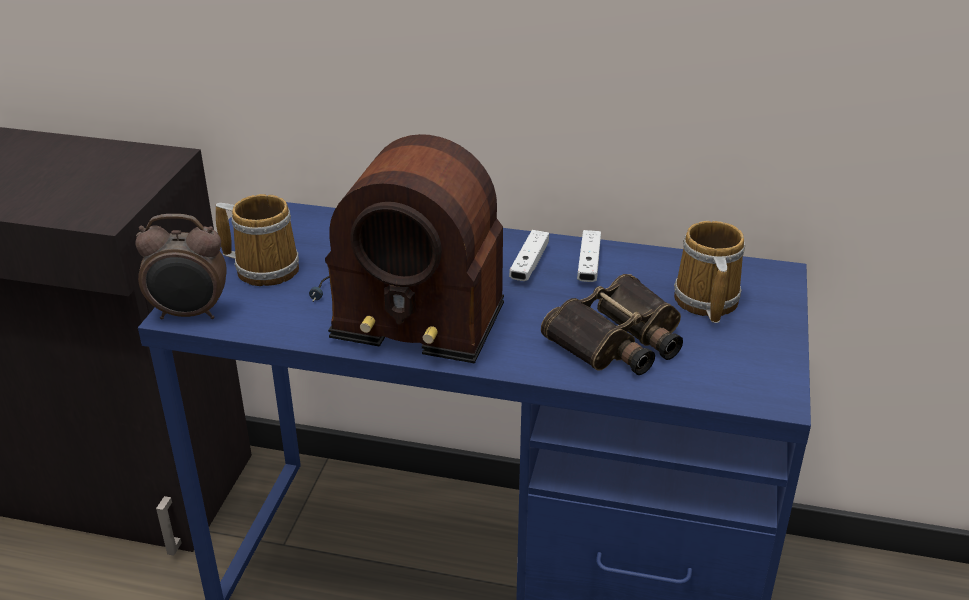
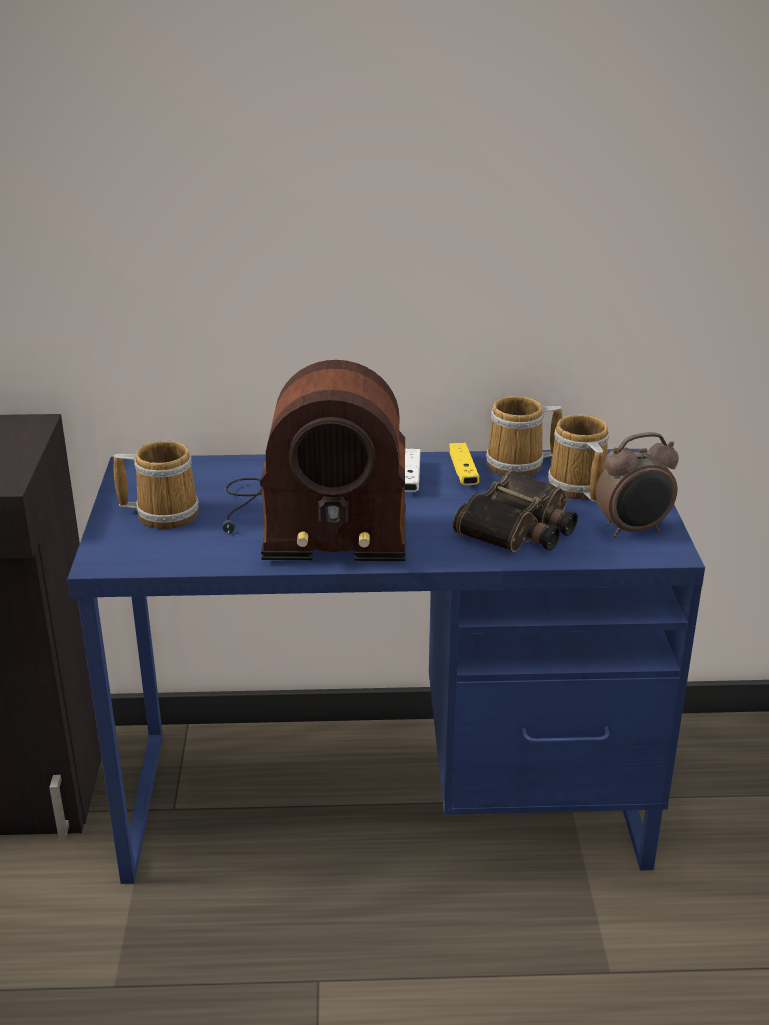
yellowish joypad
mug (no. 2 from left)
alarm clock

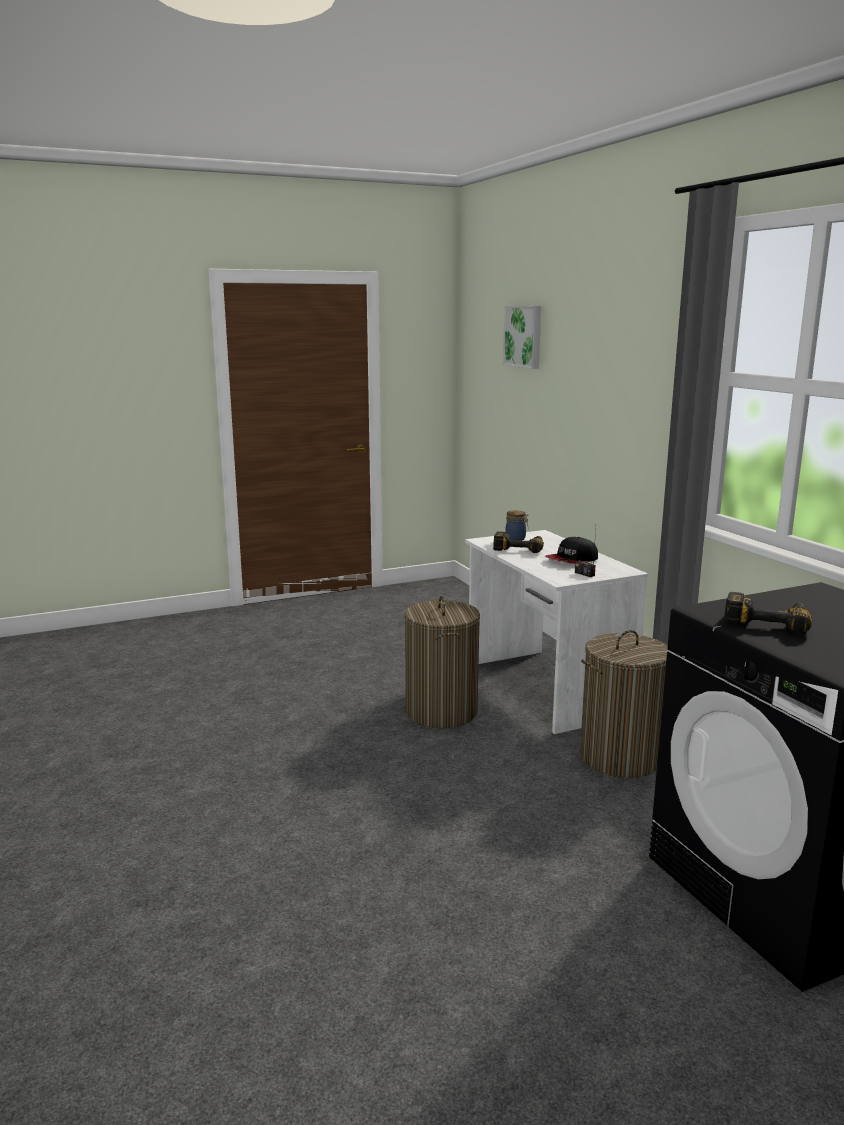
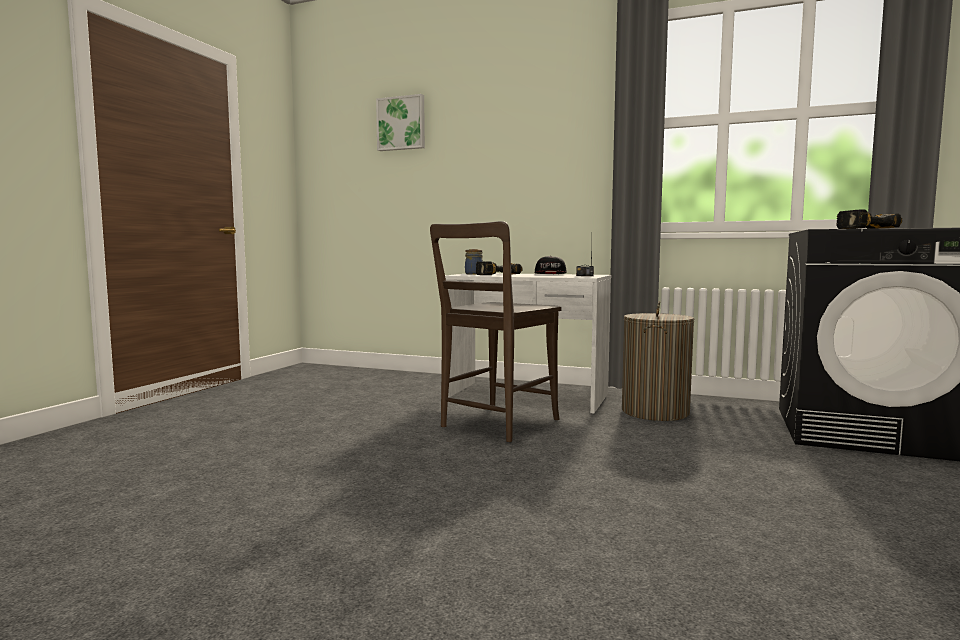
brown chair

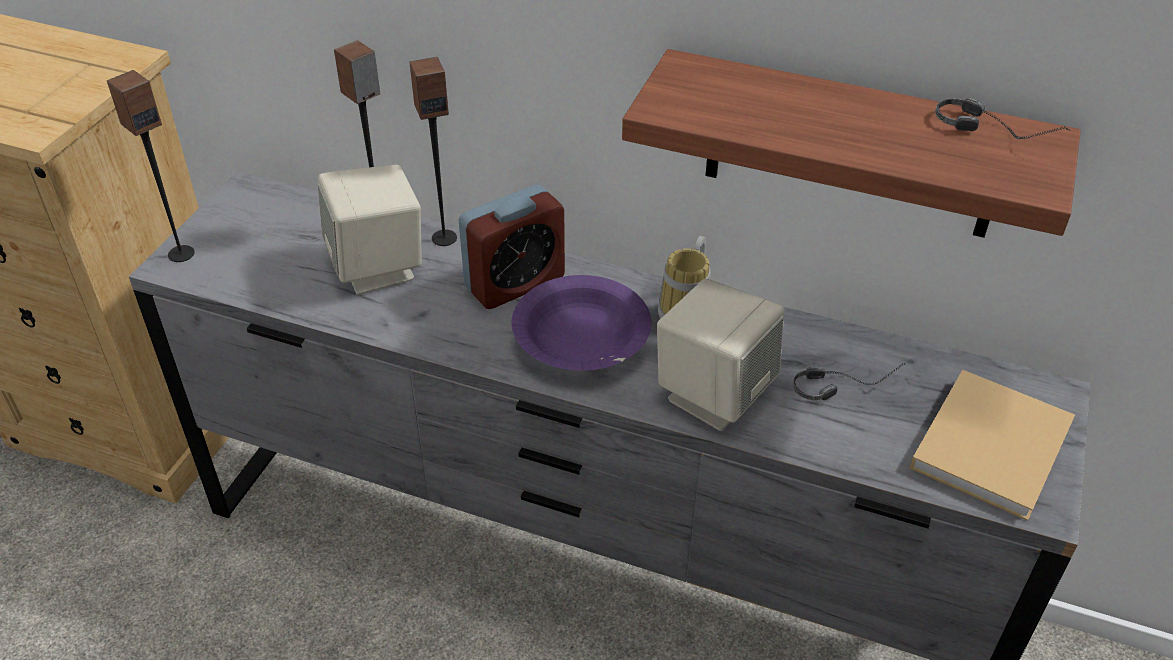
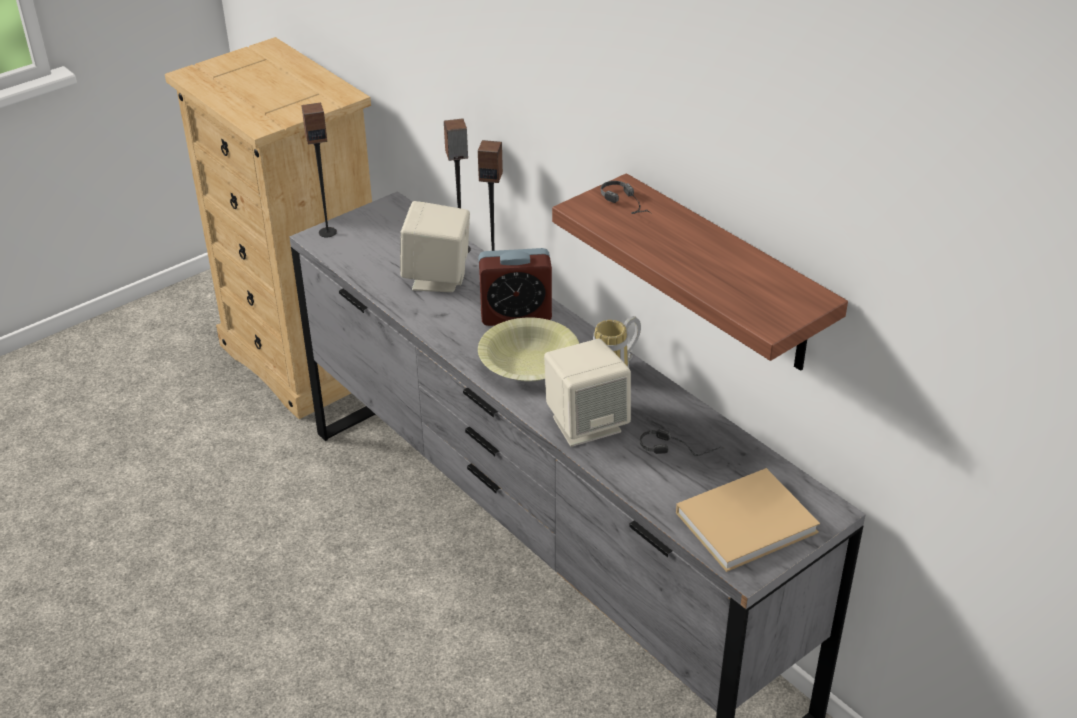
yellowish serving bowl
headset (no. 1 from left)

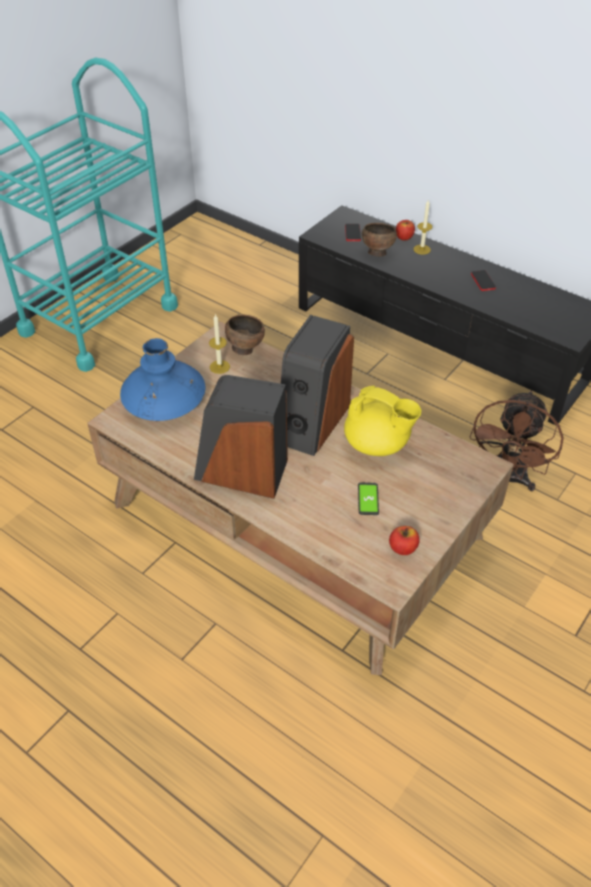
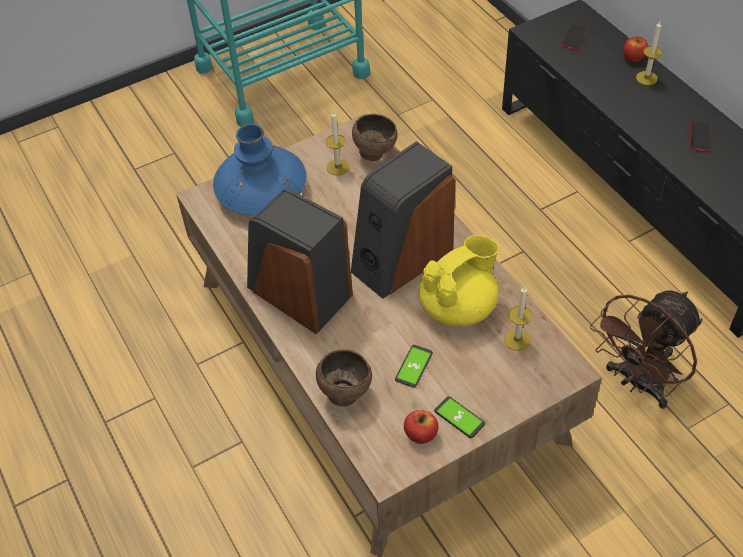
brown serving bowl (no. 1 from left)
yellowish teapot
phone (no. 2 from left)
wax light (no. 2 from left)

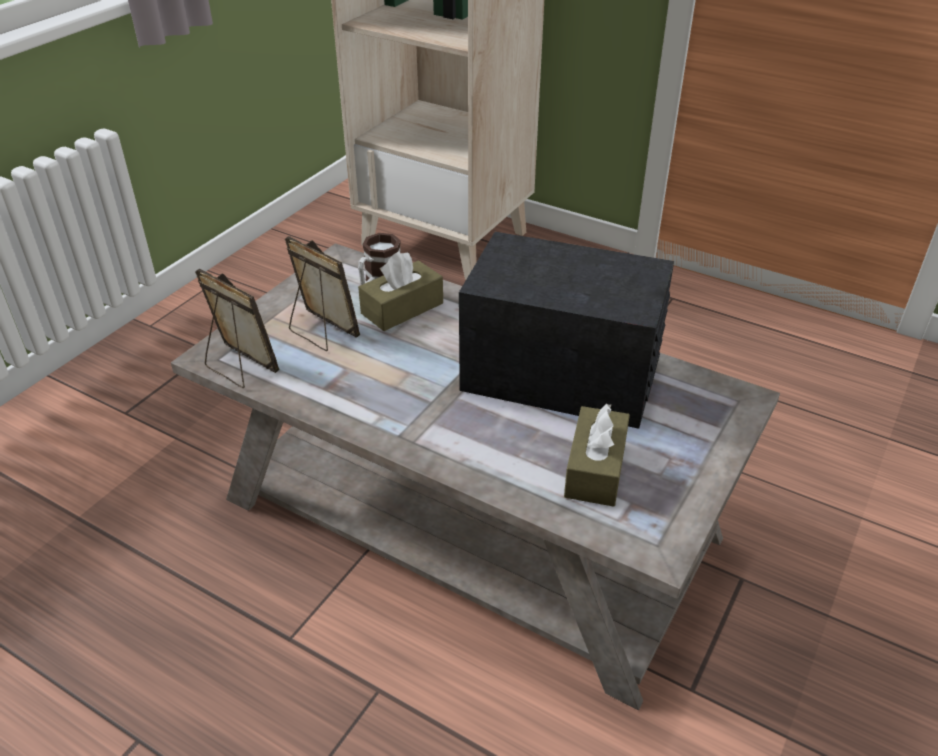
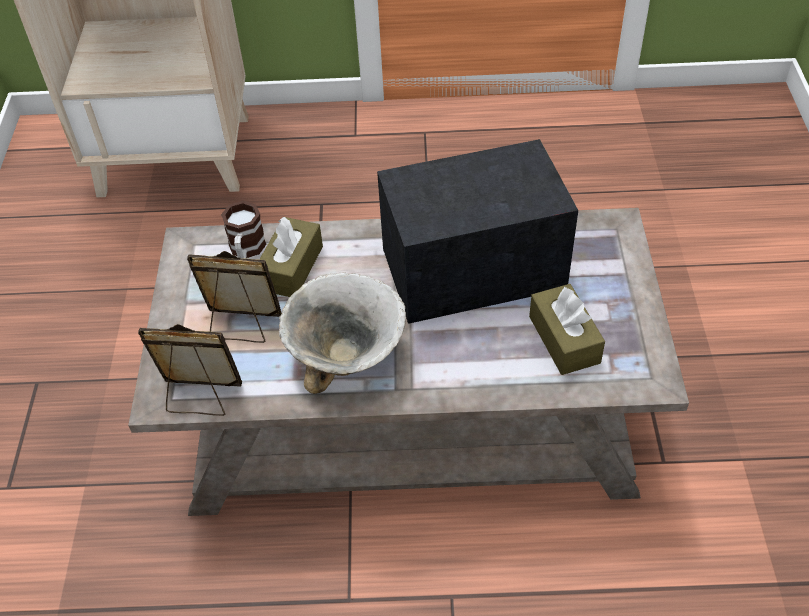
serving bowl

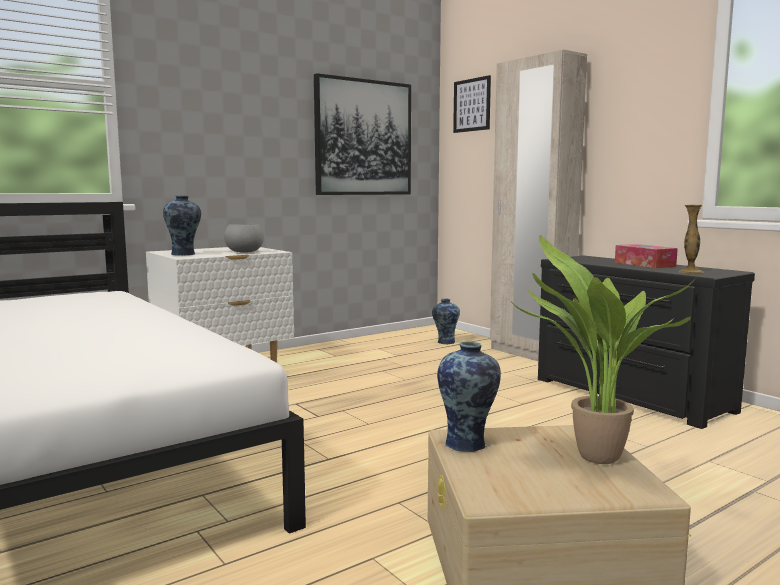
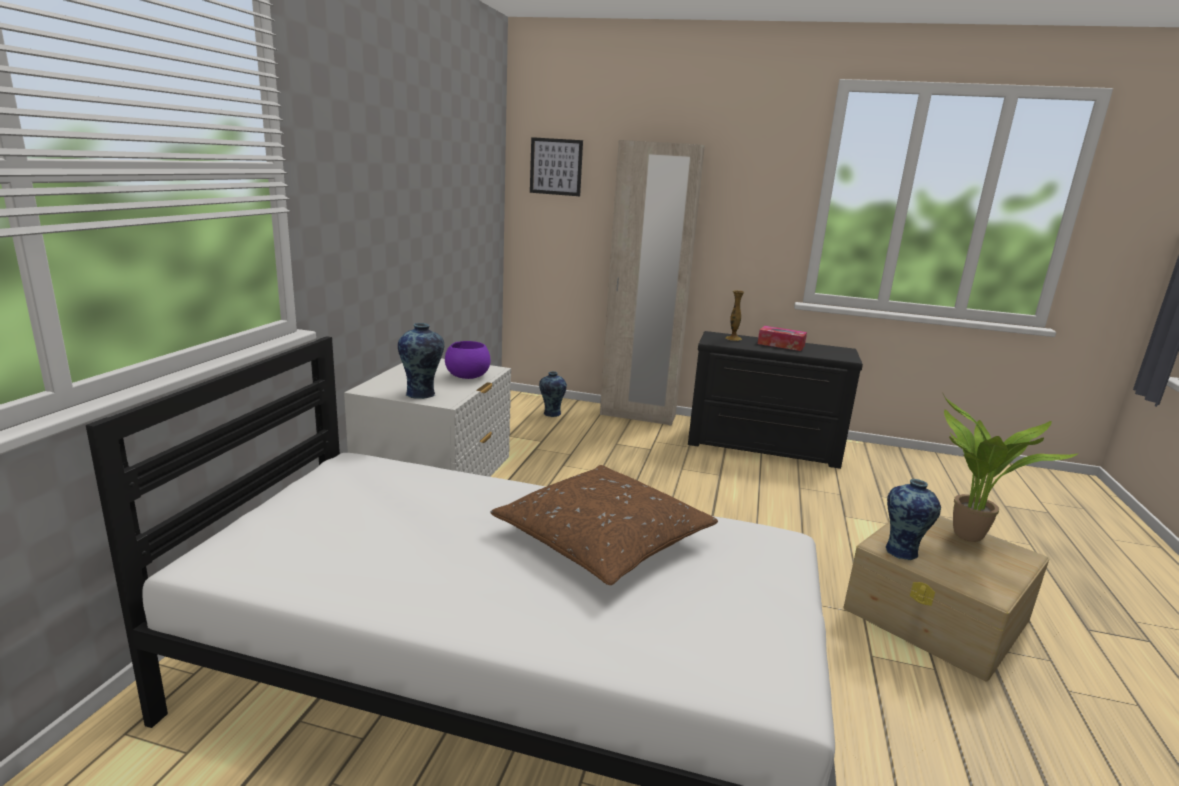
purple-coloured serving bowl
brown pillow
decorative vase (no. 3 from left)
picture (no. 1 from left in the first image)

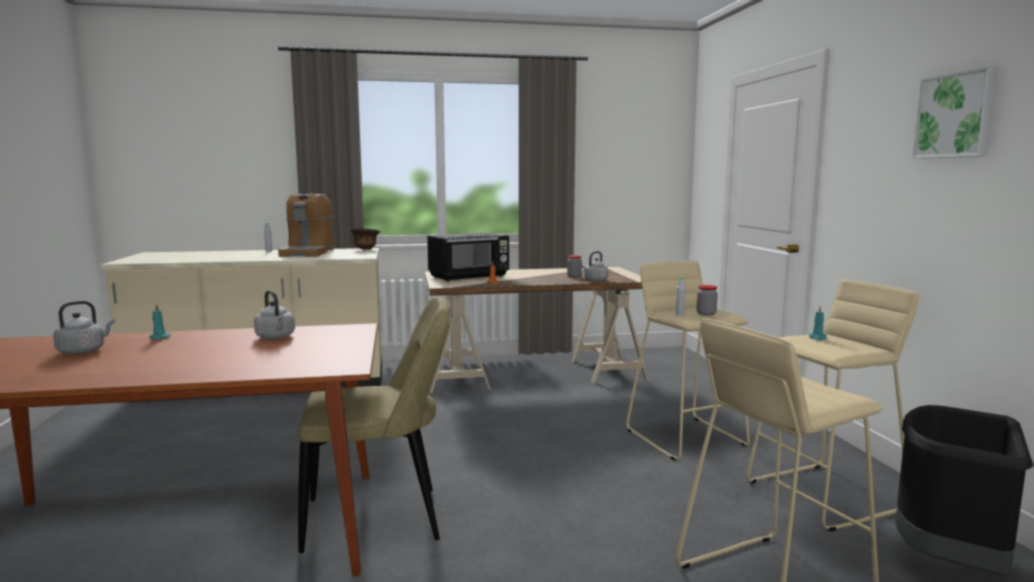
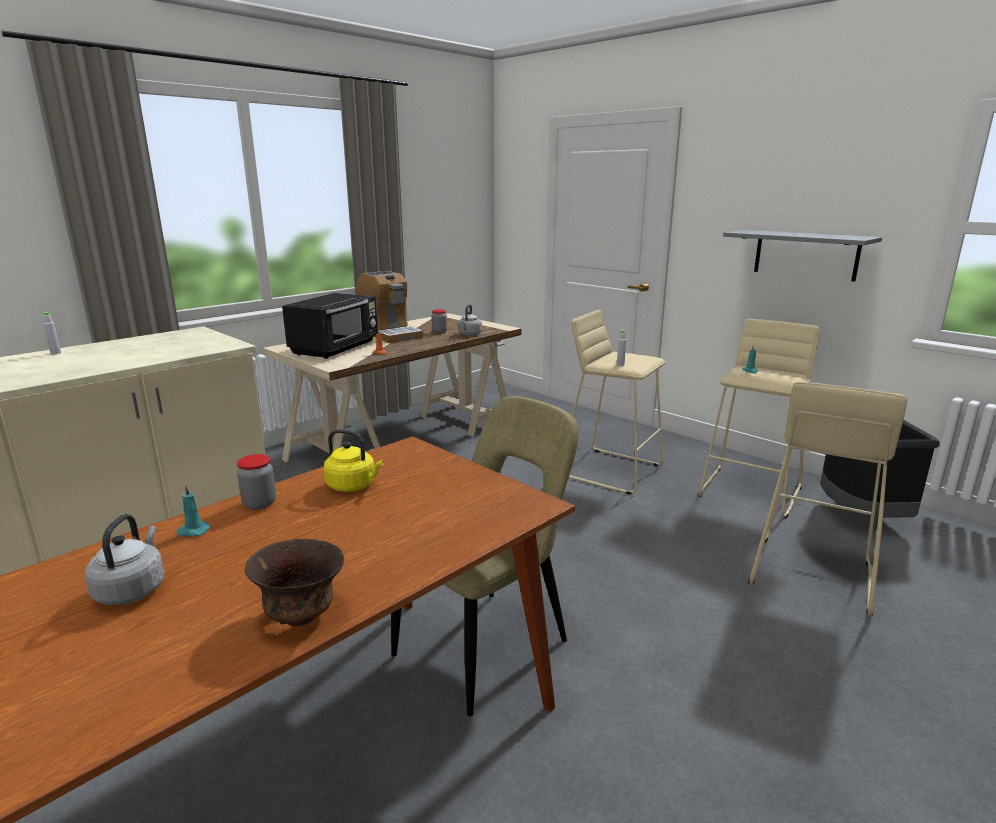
jar (no. 1 from left)
brown serving bowl
yellowish kettle
coffee brewer
greyish wall shelf
picture

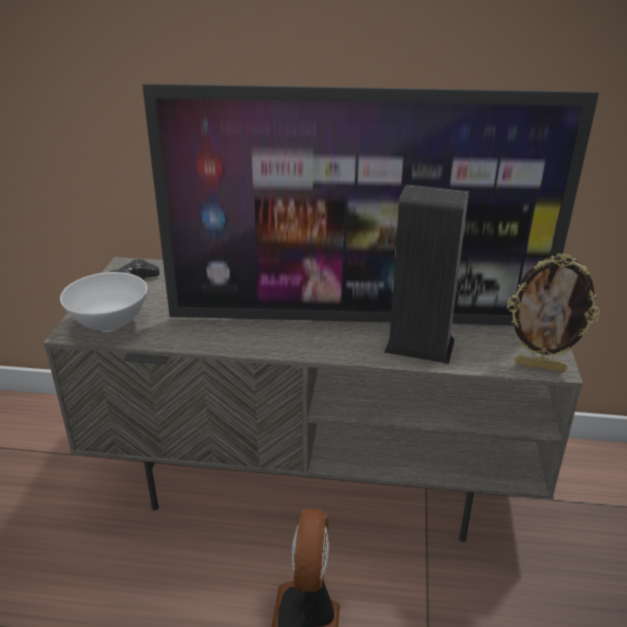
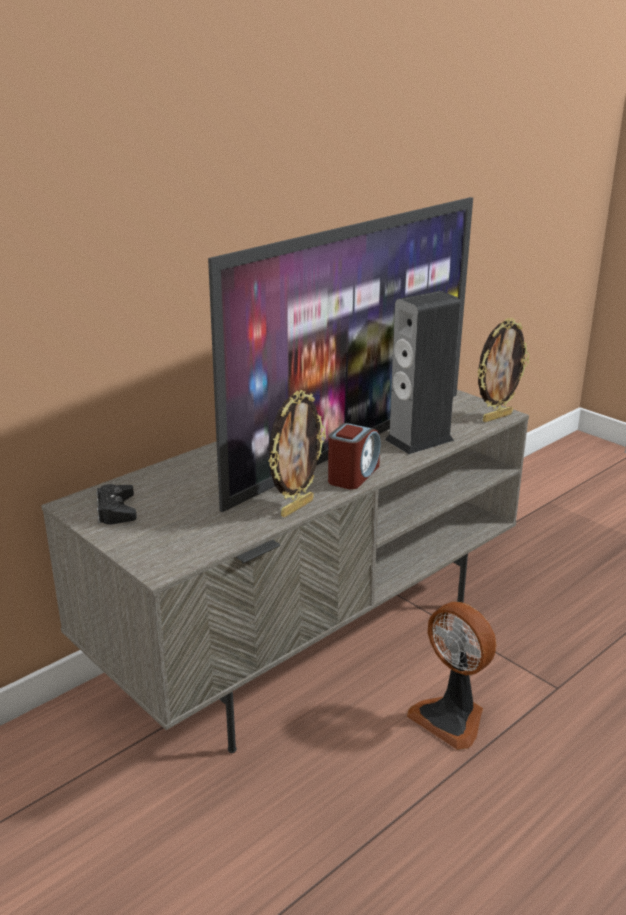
picture frame (no. 1 from left)
alarm clock
whitish serving bowl

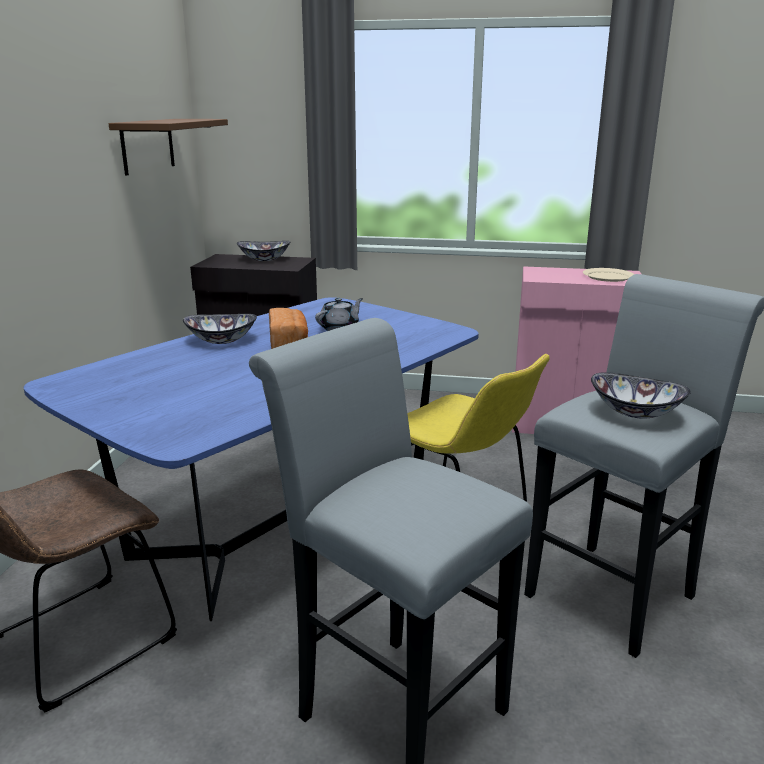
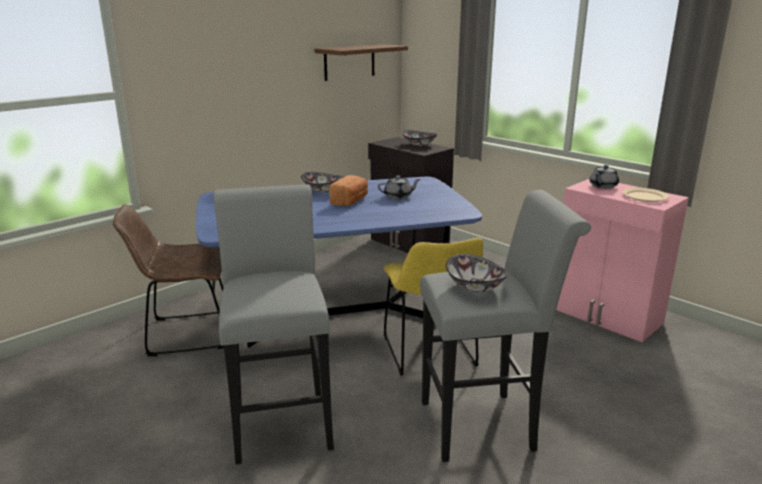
greyish teapot (no. 2 from left)

